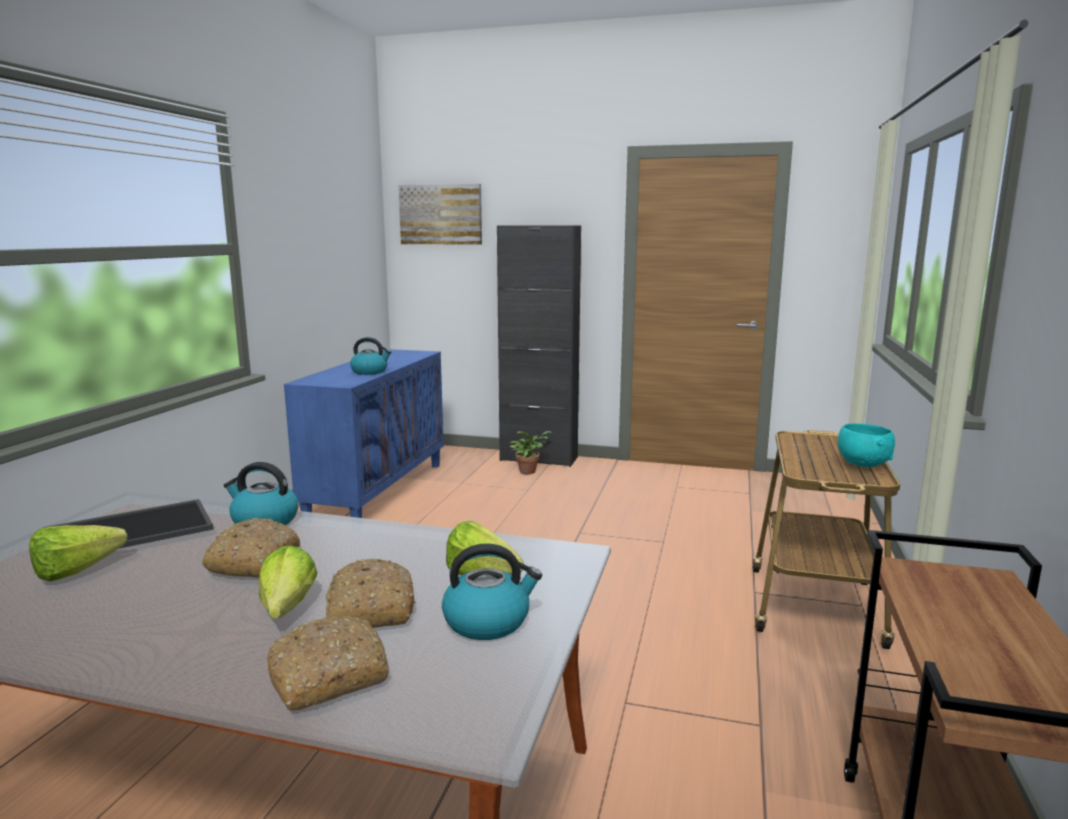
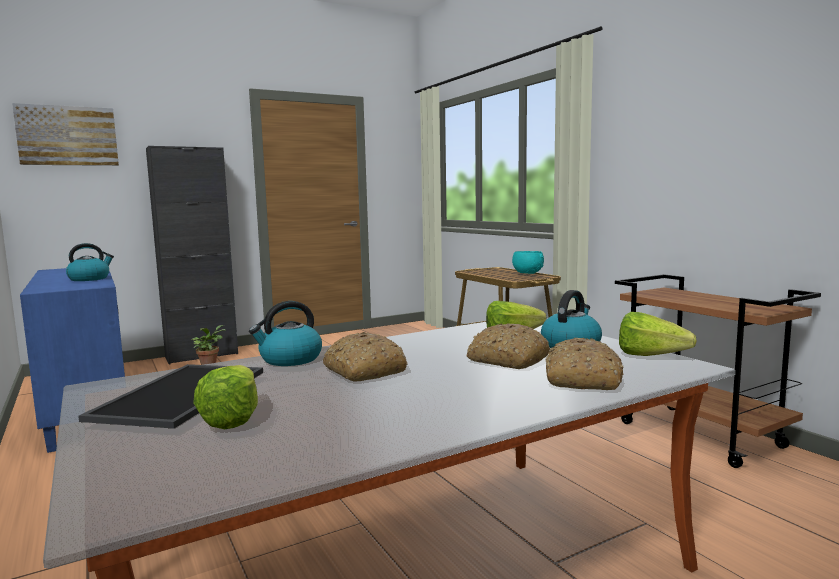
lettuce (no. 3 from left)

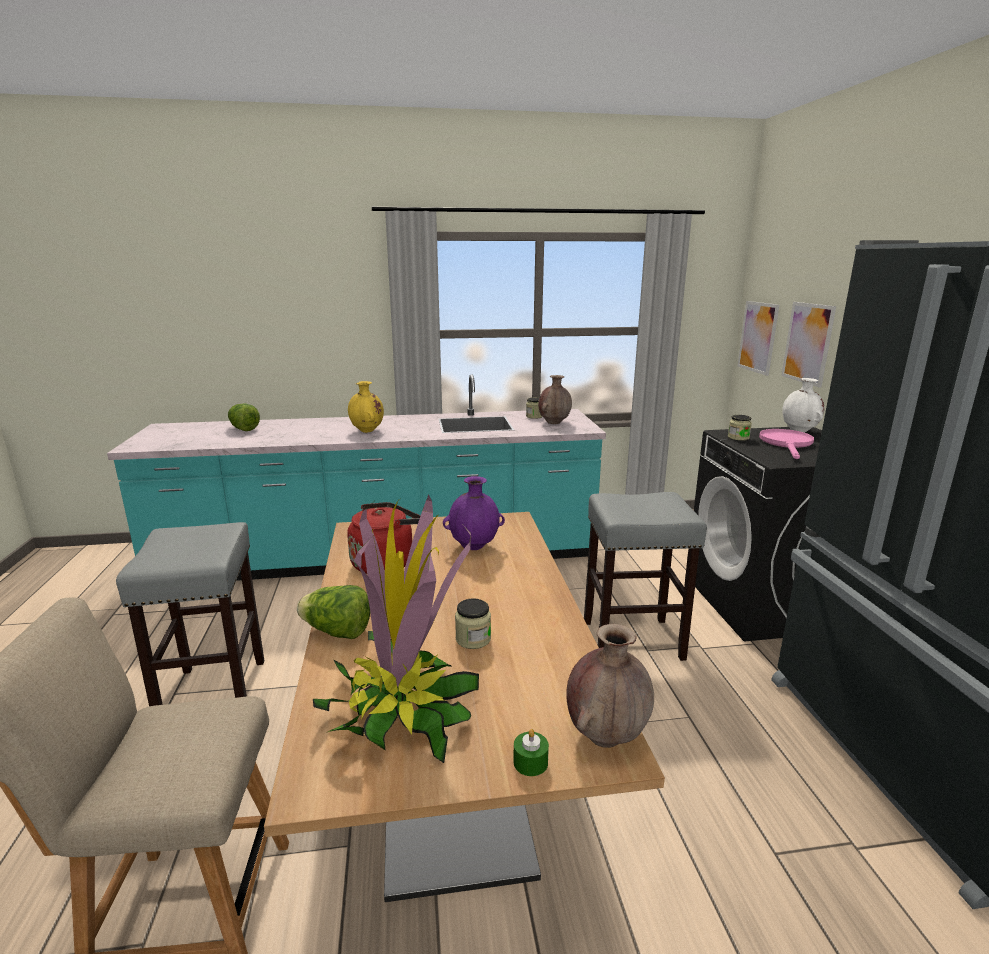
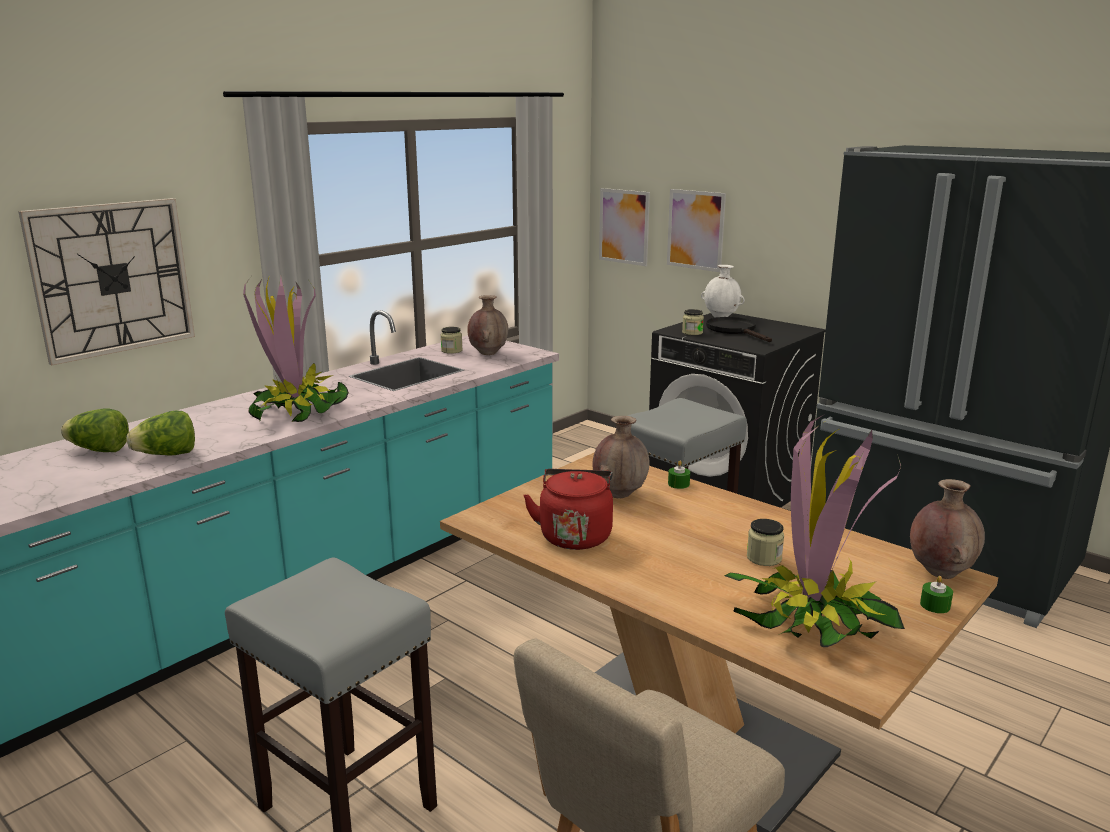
hanging clock
lettuce (no. 2 from left)
plant in a pot (no. 1 from left)
brown decorative vase (no. 2 from left)
green wax light (no. 1 from left)
blackish pan

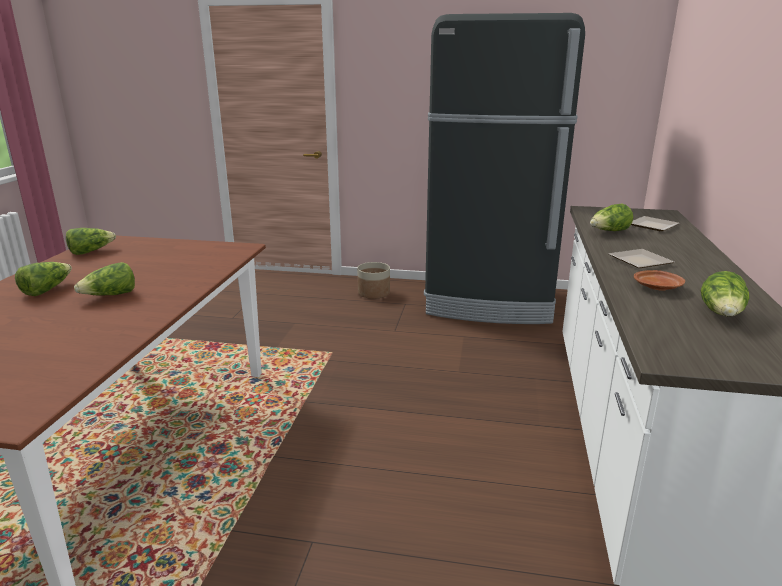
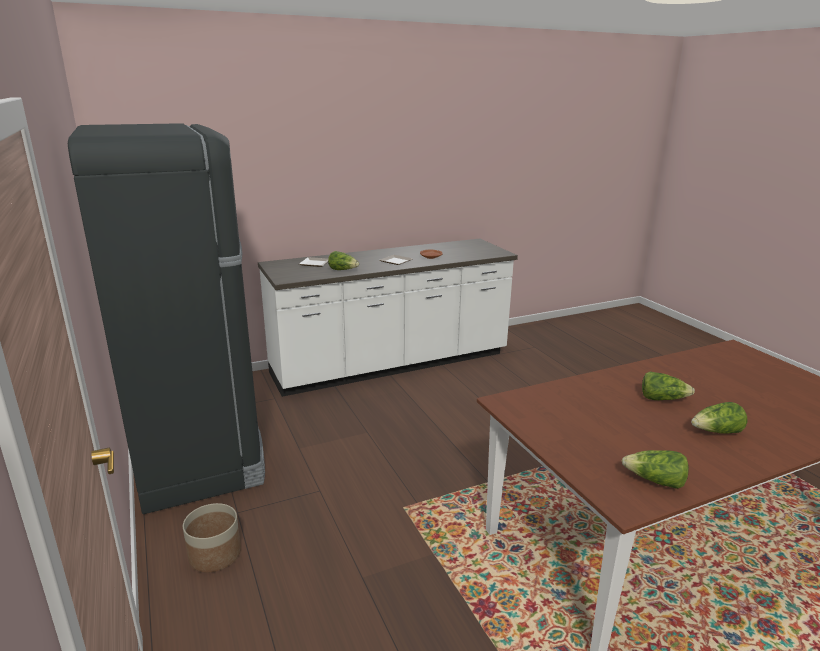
lettuce (no. 5 from left in the first image)

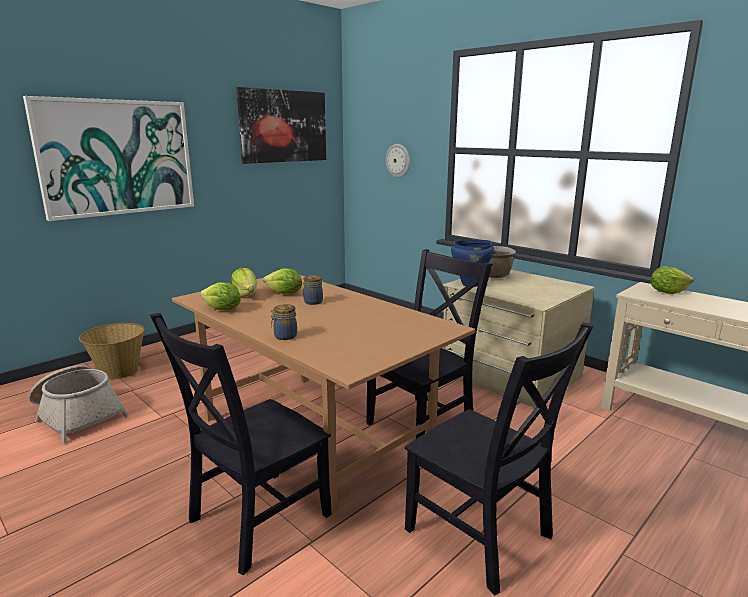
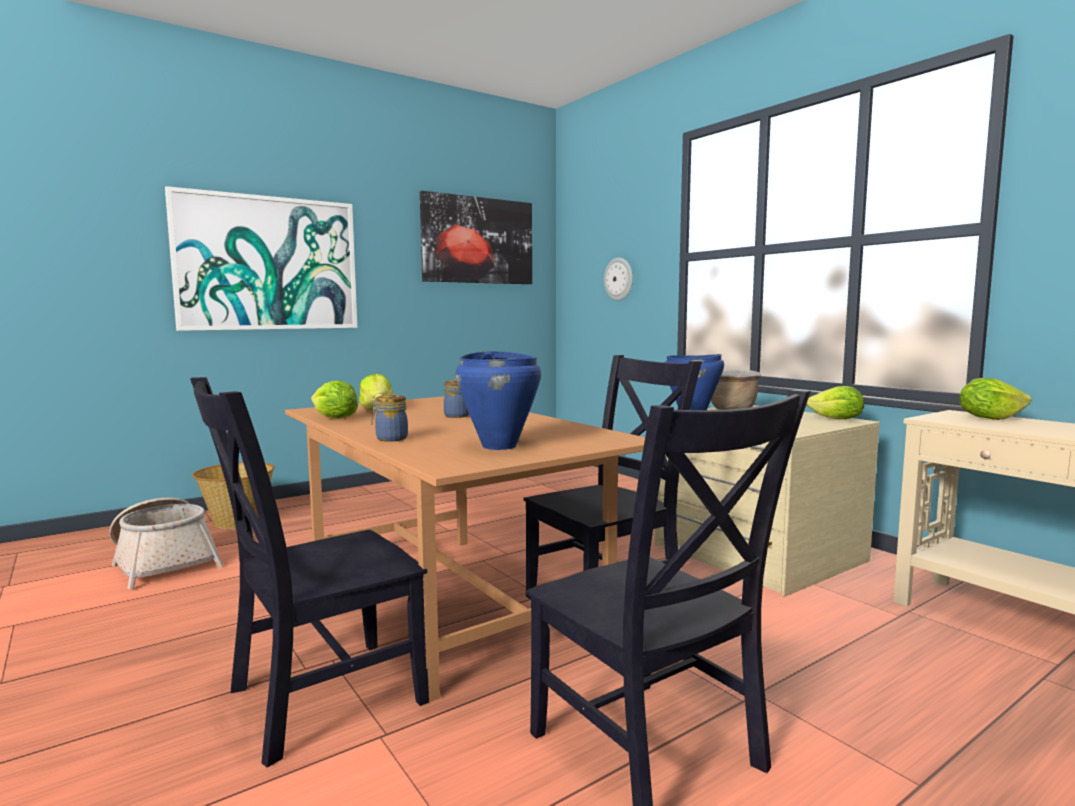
bluish stockpot (no. 1 from left)
lettuce (no. 3 from left)

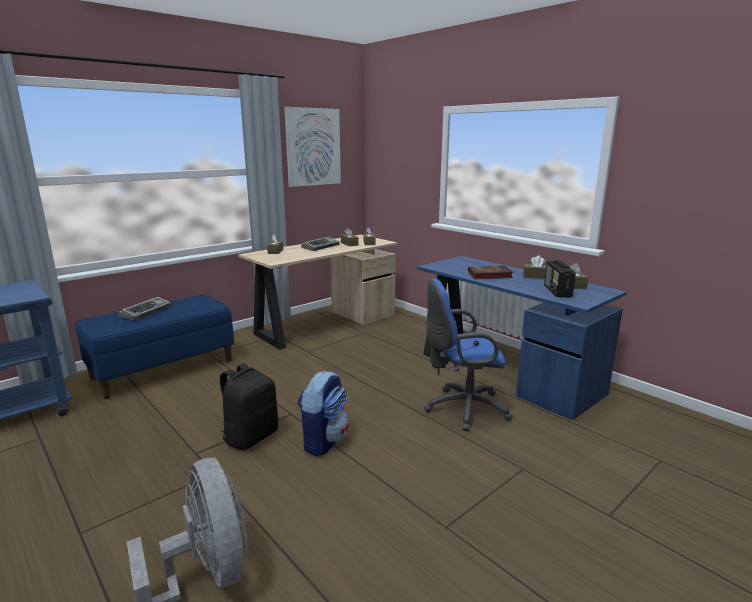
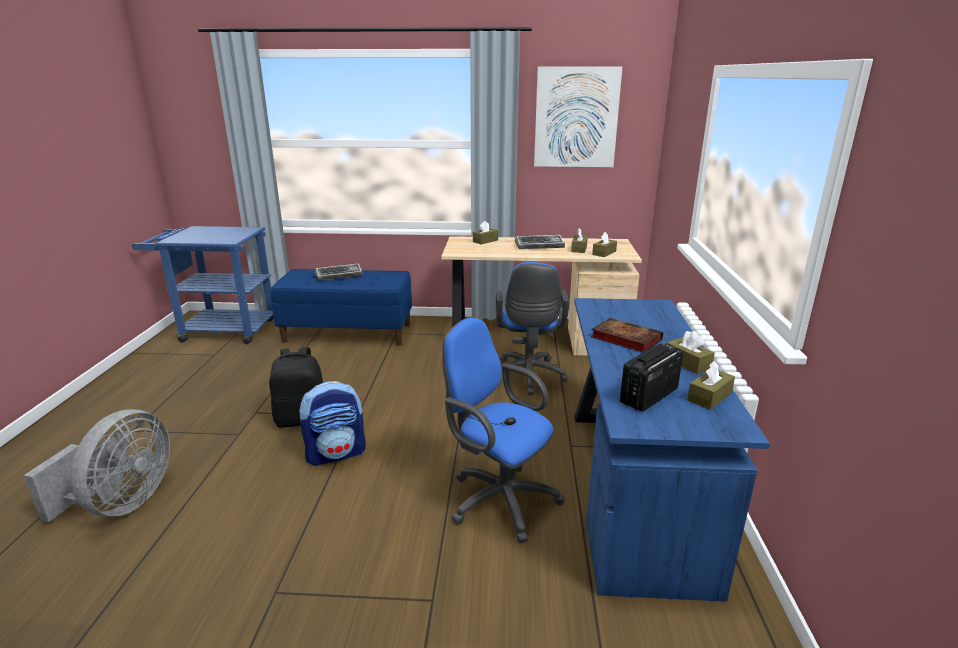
bluish computer chair (no. 2 from left)

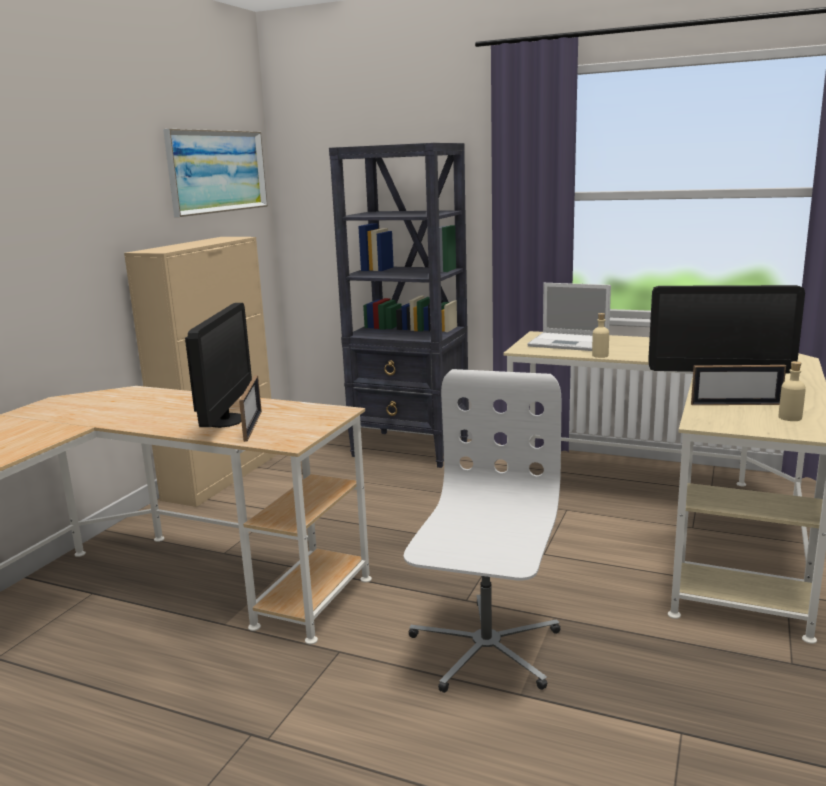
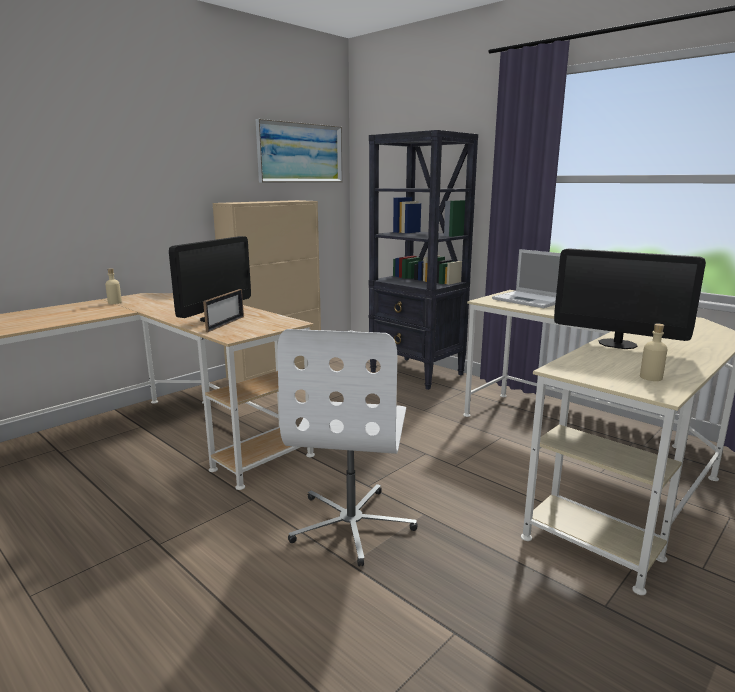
beige drink bottle (no. 1 from left)
whitish computer chair
picture frame (no. 2 from left in the first image)

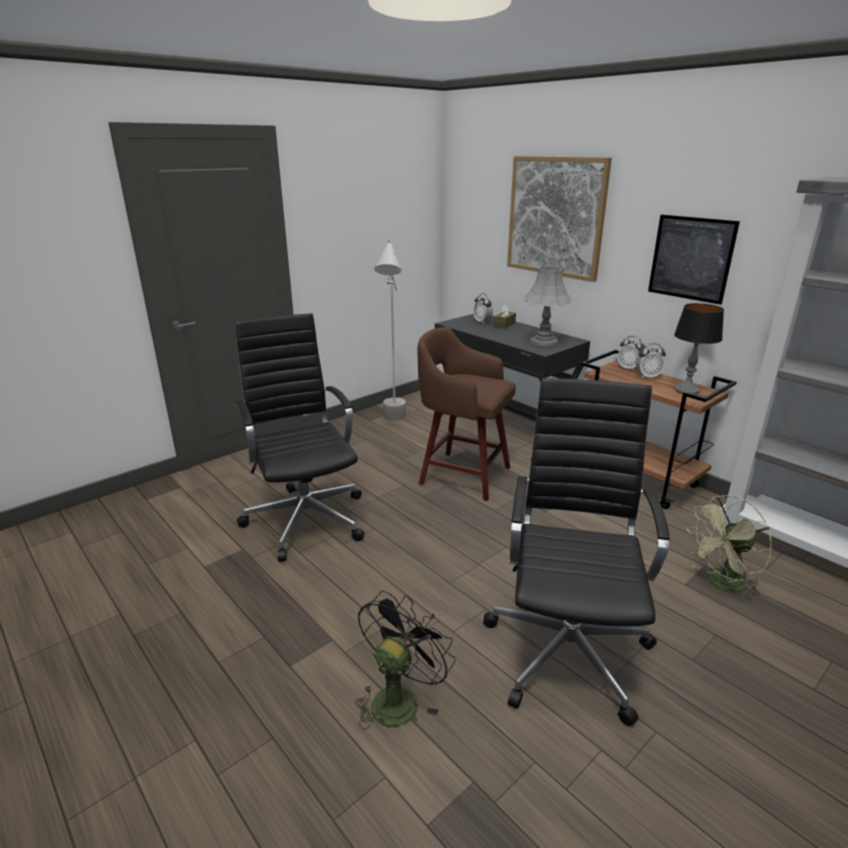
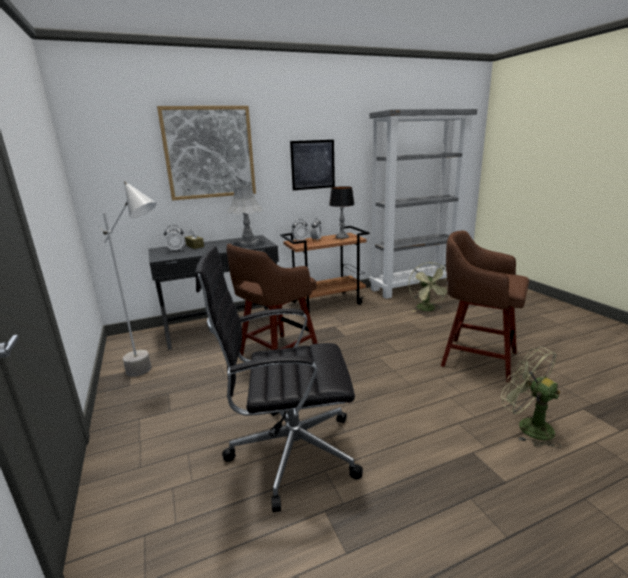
brown sitting stool (no. 2 from left)
green fan (no. 2 from left)

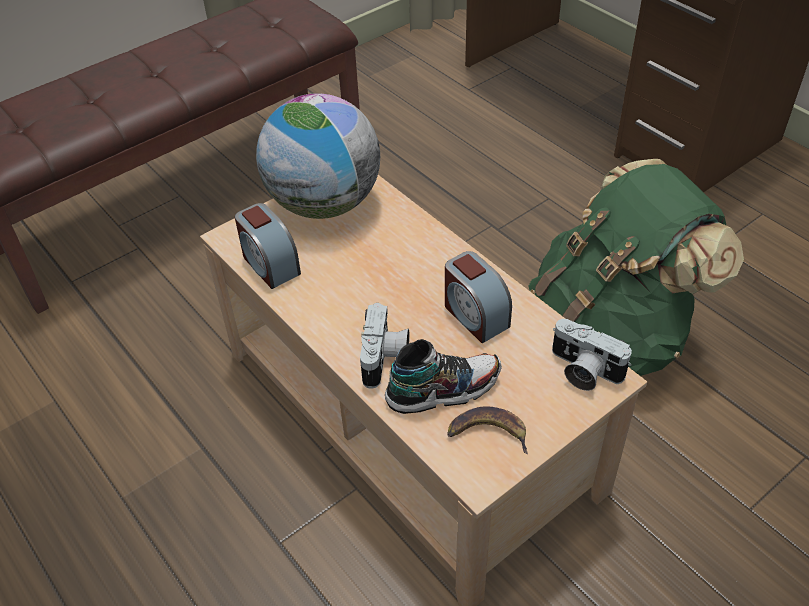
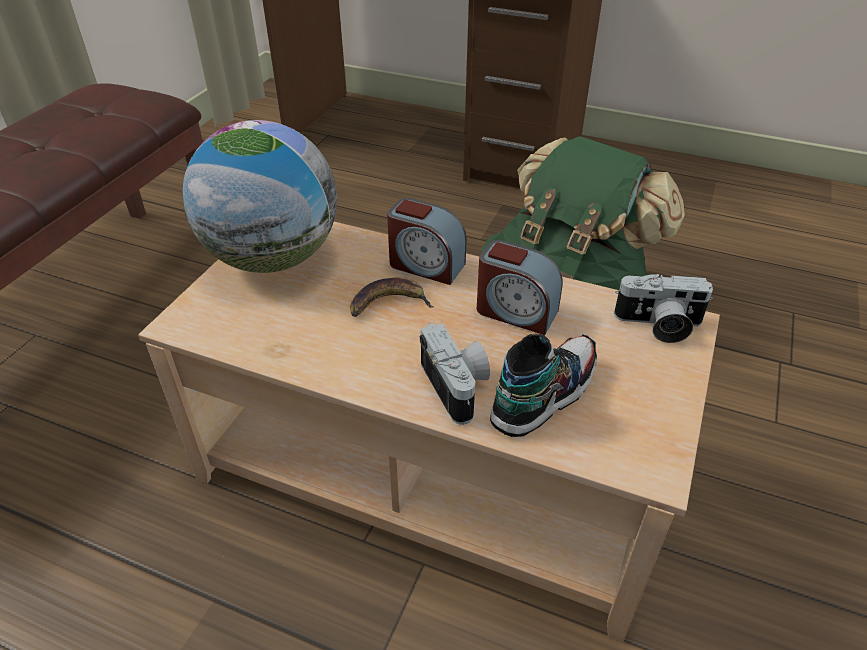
banana
alarm clock (no. 1 from left)

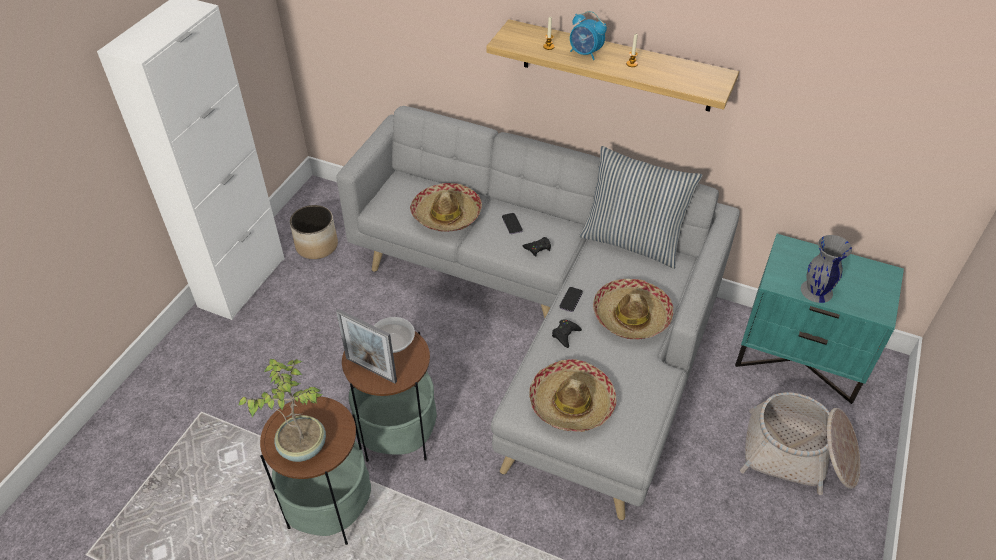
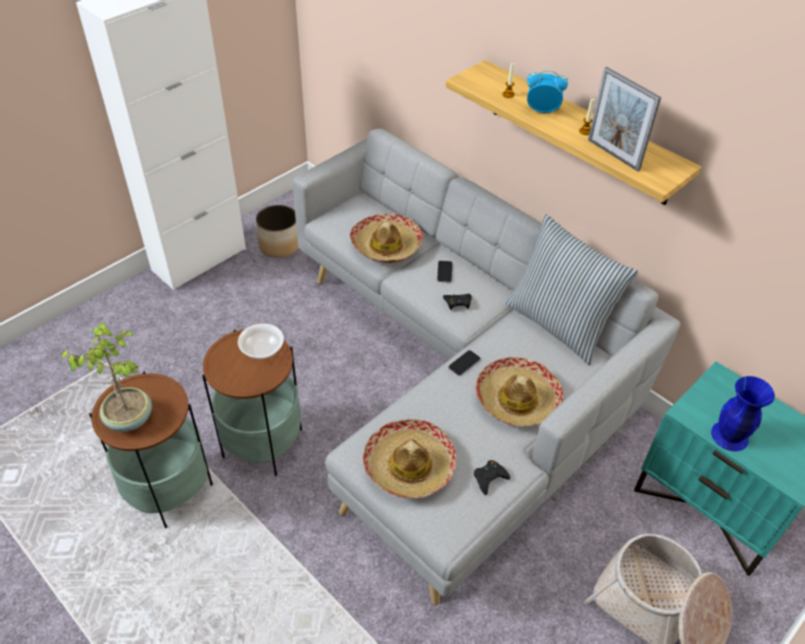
blackish joypad (no. 2 from left)
alarm clock
picture frame
bluish decorative vase

